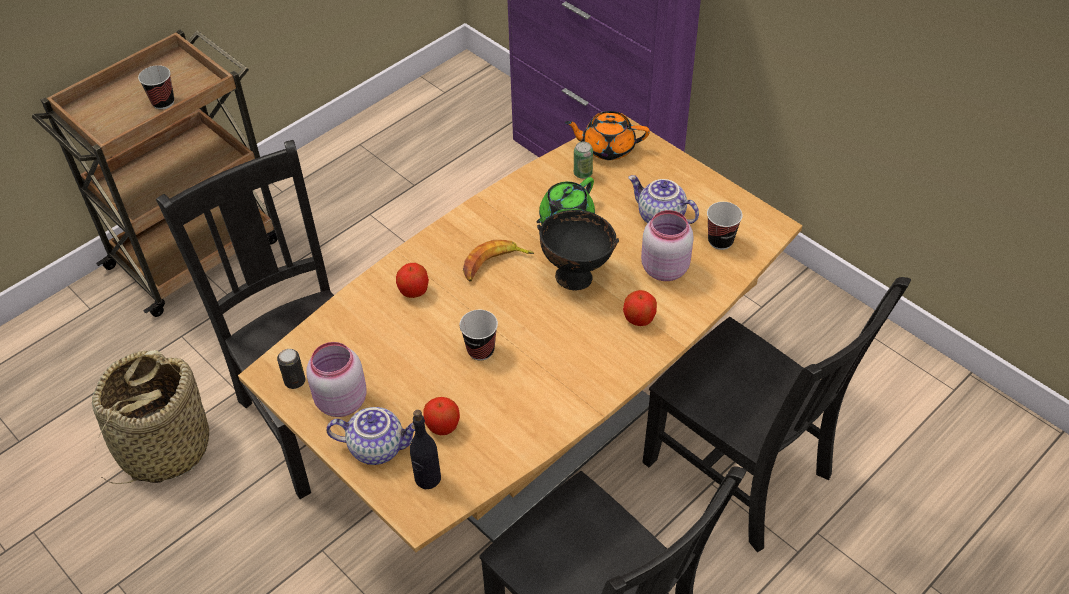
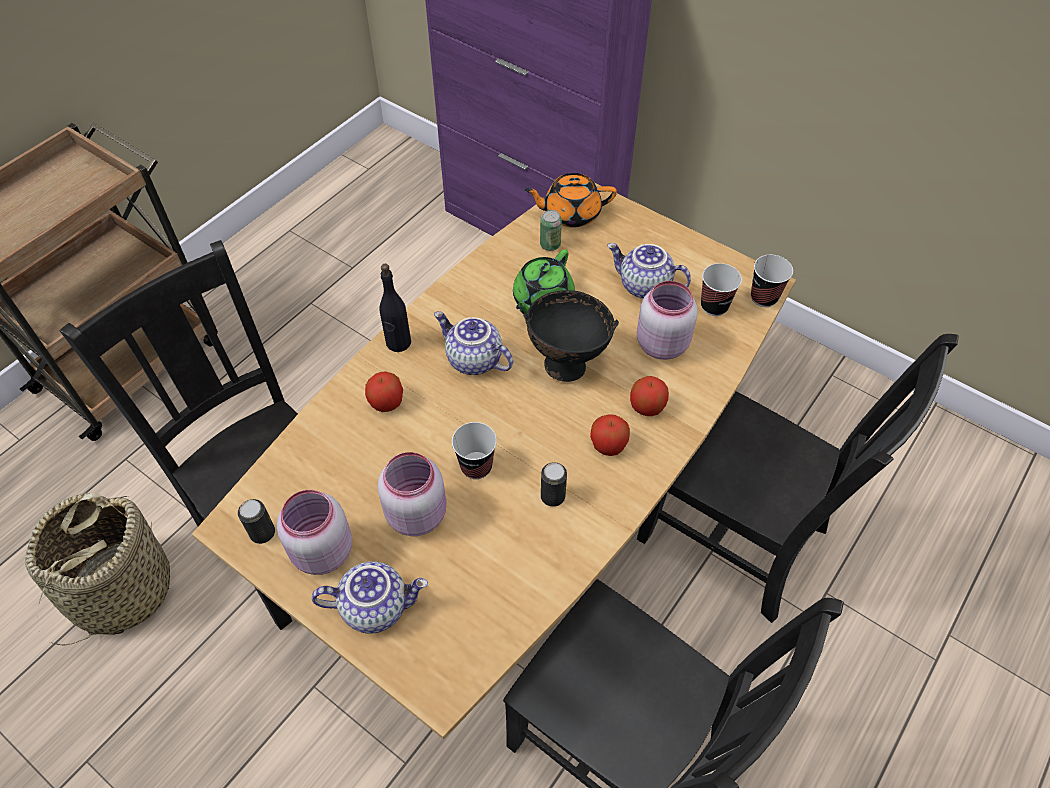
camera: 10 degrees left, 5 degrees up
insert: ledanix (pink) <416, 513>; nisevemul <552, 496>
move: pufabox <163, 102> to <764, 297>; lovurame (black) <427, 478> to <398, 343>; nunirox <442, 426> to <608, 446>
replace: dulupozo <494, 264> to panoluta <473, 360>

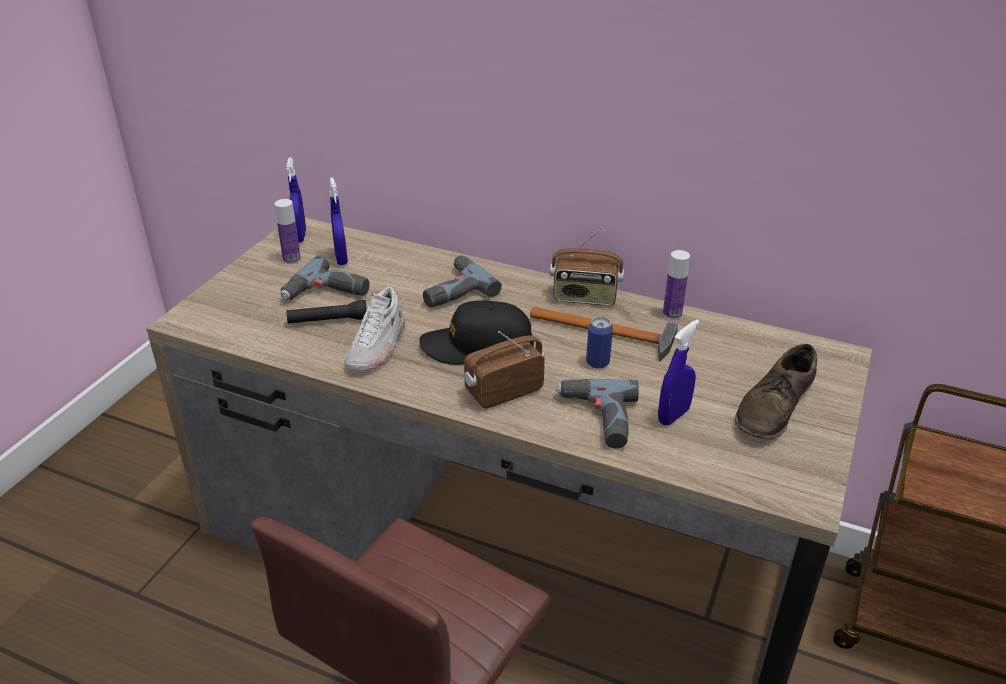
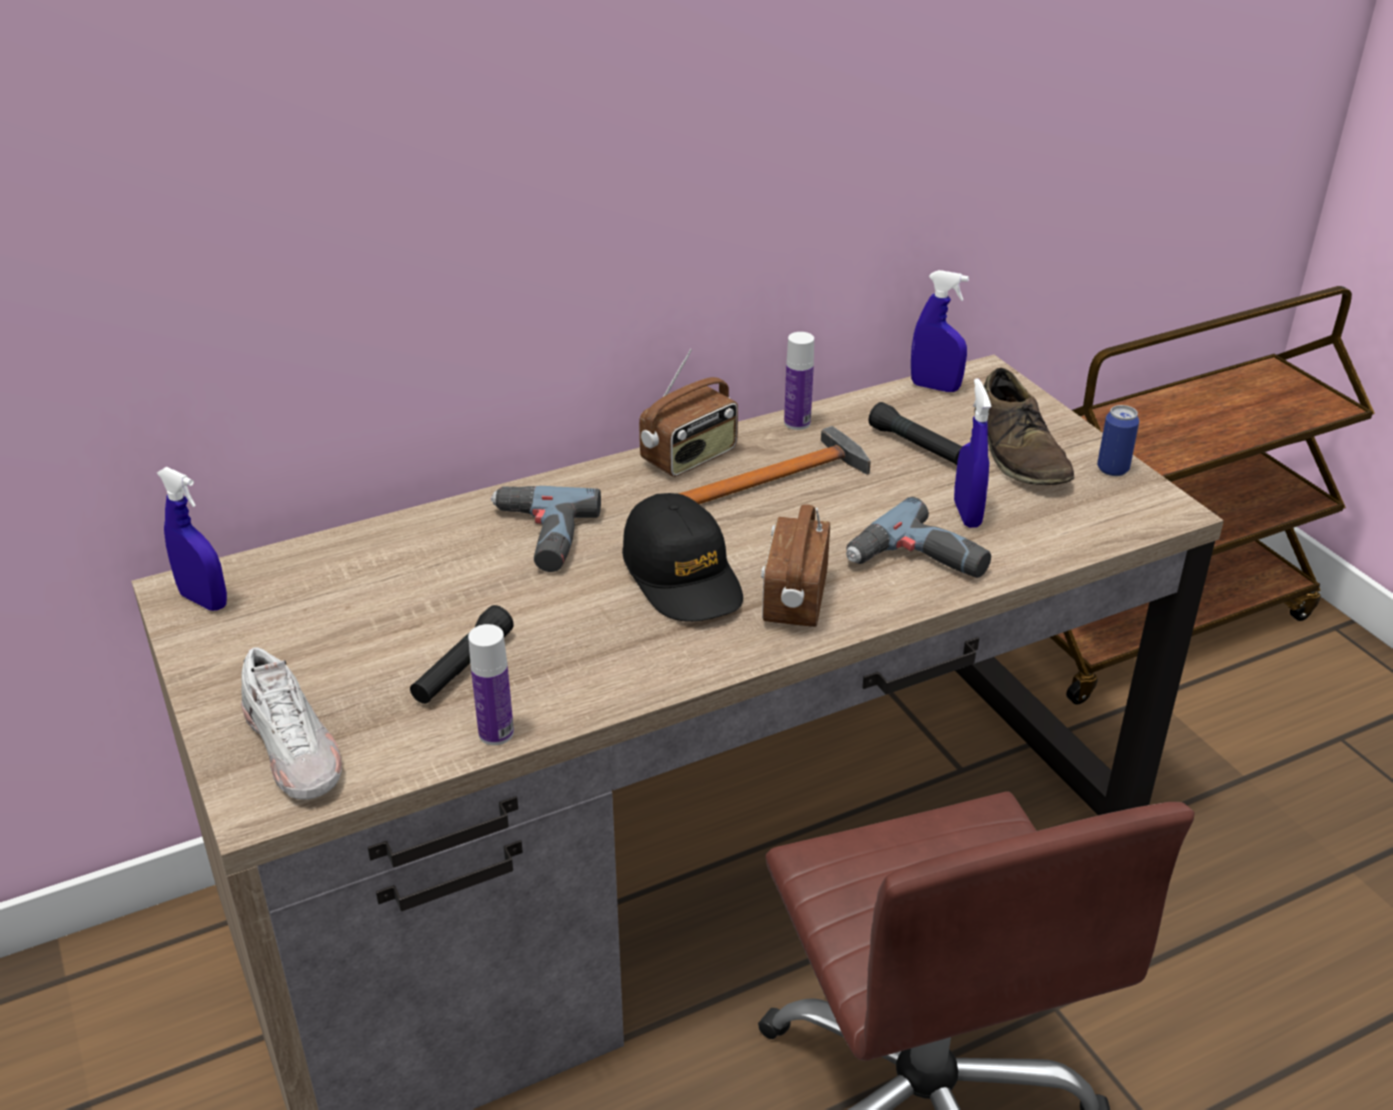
camera: 50 degrees left, 0 degrees up
delete: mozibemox <327, 293>
insert: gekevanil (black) <917, 446>
move: lovurame <291, 259> to <496, 733>; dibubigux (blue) <341, 258> to <935, 387>; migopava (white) <377, 348> to <294, 750>; nisevemul <597, 362> to <1112, 469>
rotate: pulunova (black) <477, 346> = <683, 576> 60 degrees counterclockwise

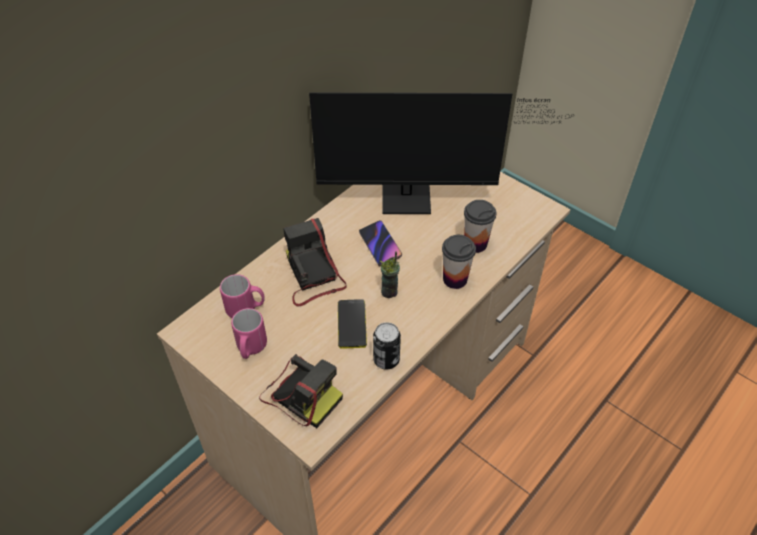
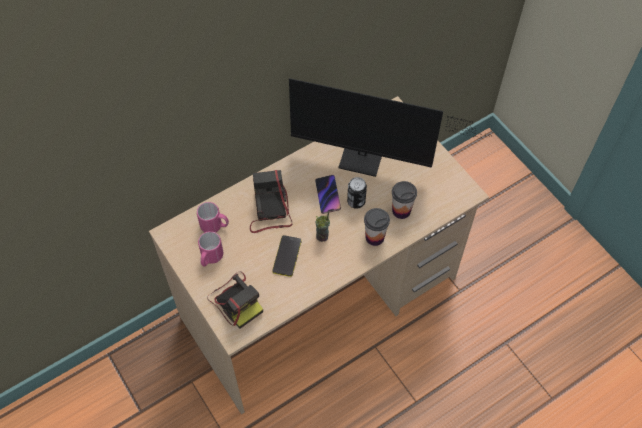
camera: 15 degrees right, 10 degrees up
move: nisevemul <386, 360> to <356, 201>

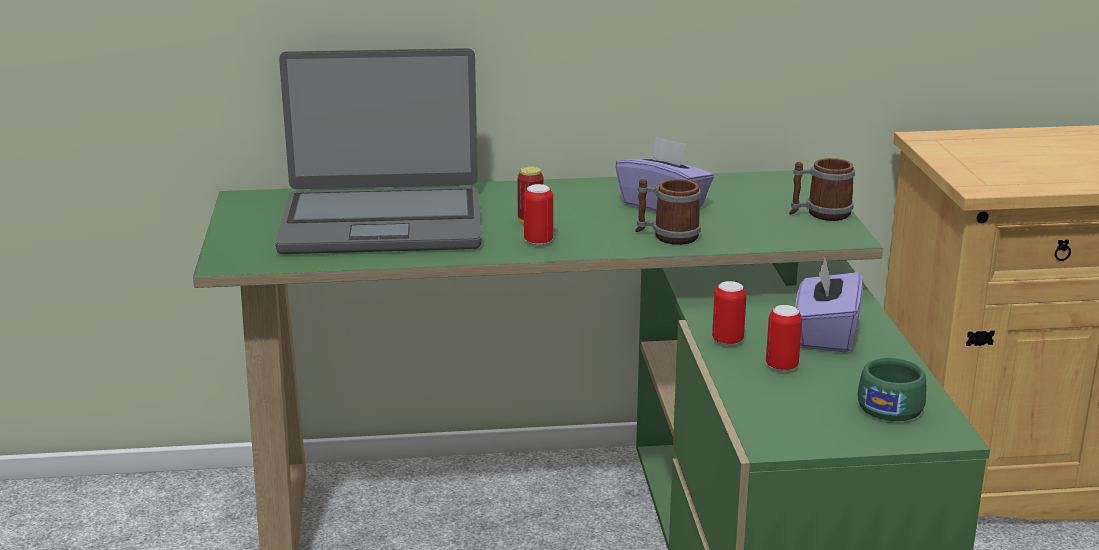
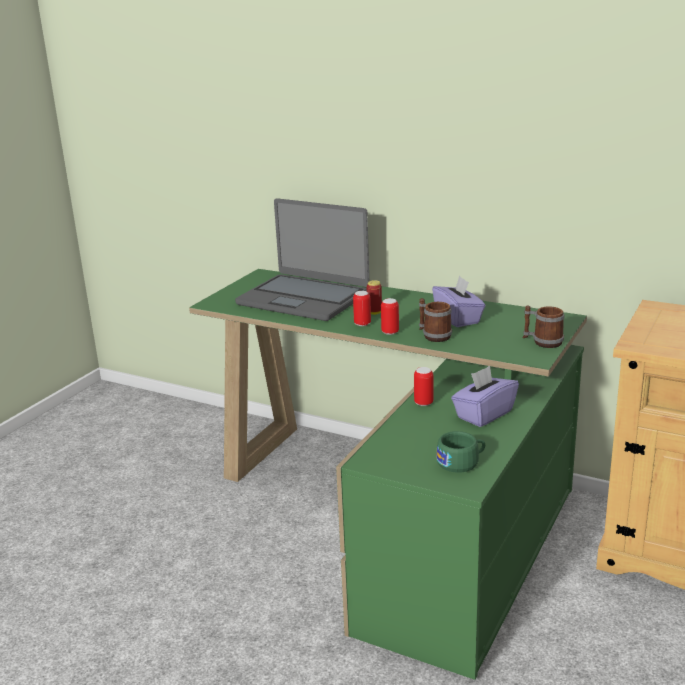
camera: 35 degrees right, 0 degrees up
move: nisevemul <781, 366> to <390, 332>

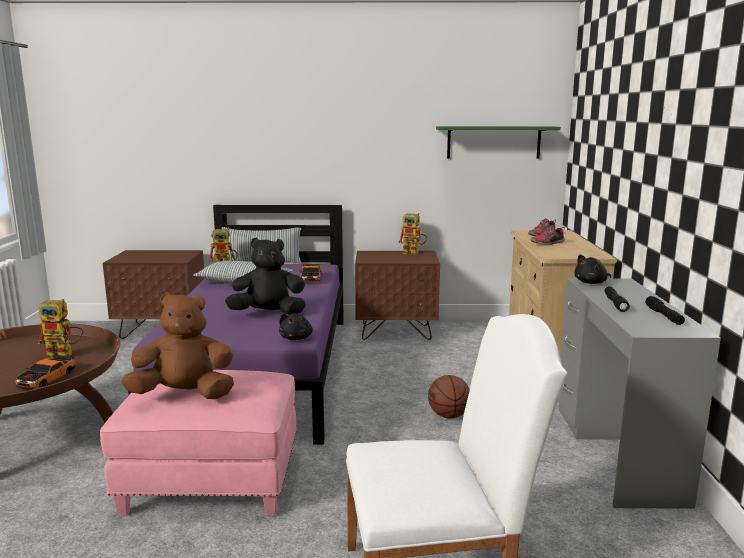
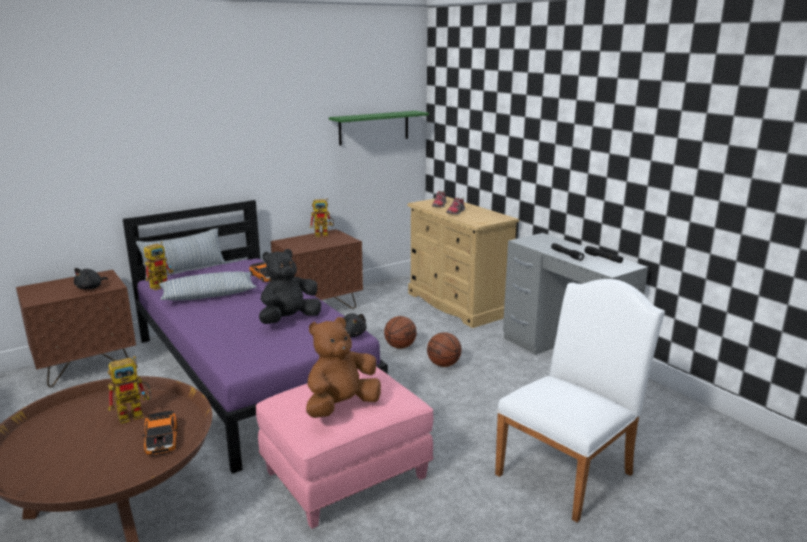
camera: 35 degrees left, 5 degrees up
insert: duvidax <400, 346>
move: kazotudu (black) <591, 283> to <91, 288>

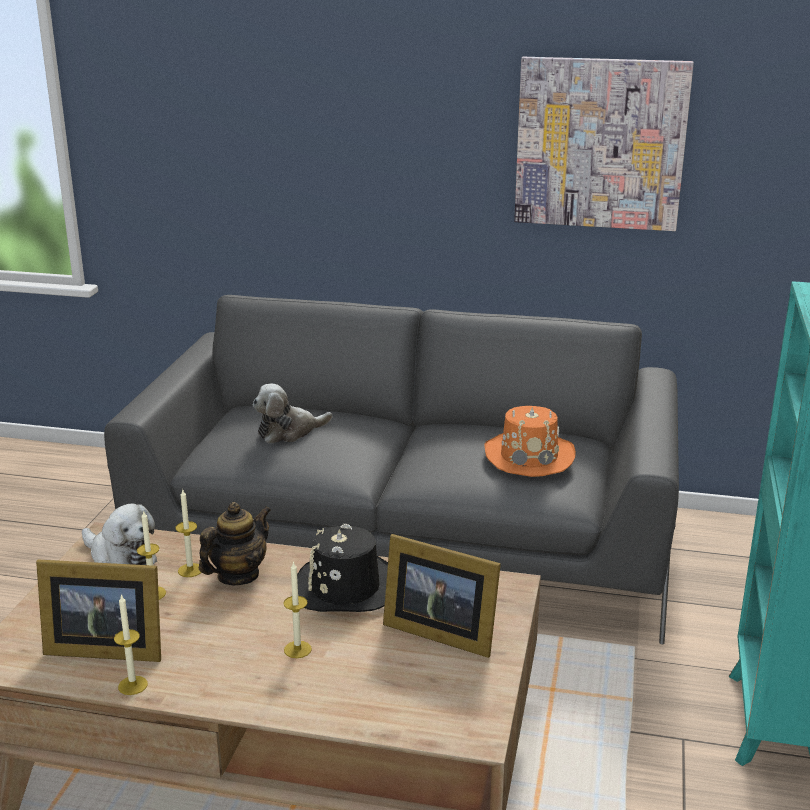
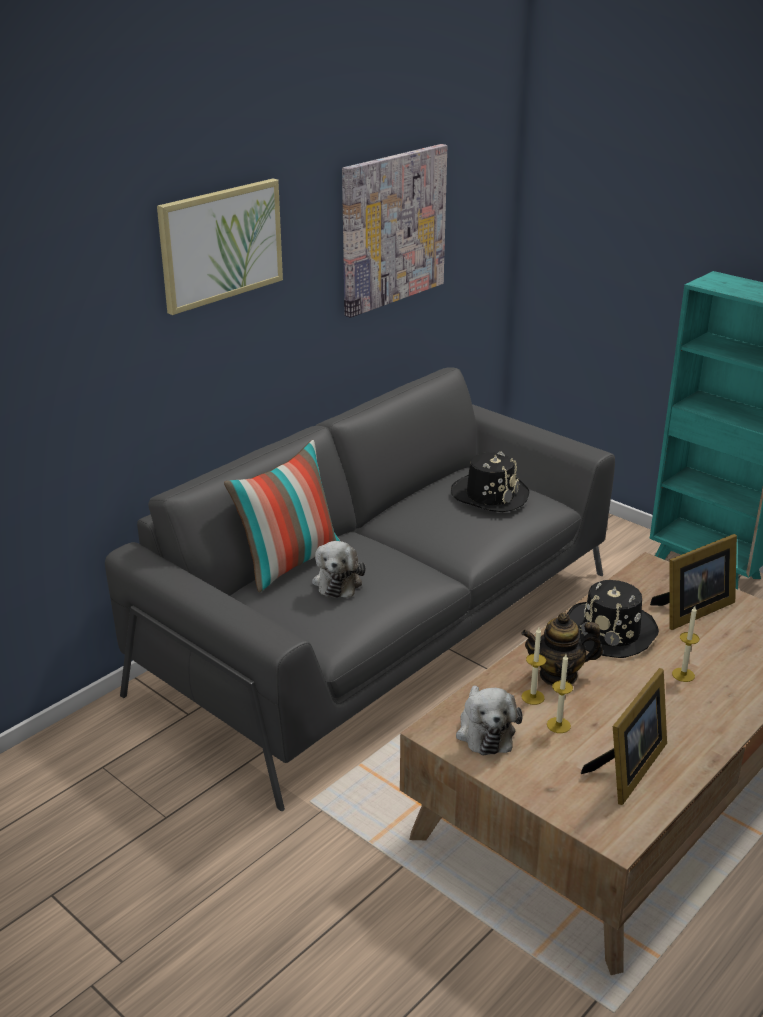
camera: 60 degrees left, 5 degrees up
delete: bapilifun <133, 685>
insert: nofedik <221, 244>; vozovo <289, 563>
recolor: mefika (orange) <529, 456> to mefika (black) <489, 495>
rotate: kazotudu <120, 558> = <484, 731> 105 degrees clockwise; panoluta <238, 575> = <558, 675> 75 degrees counterclockwise

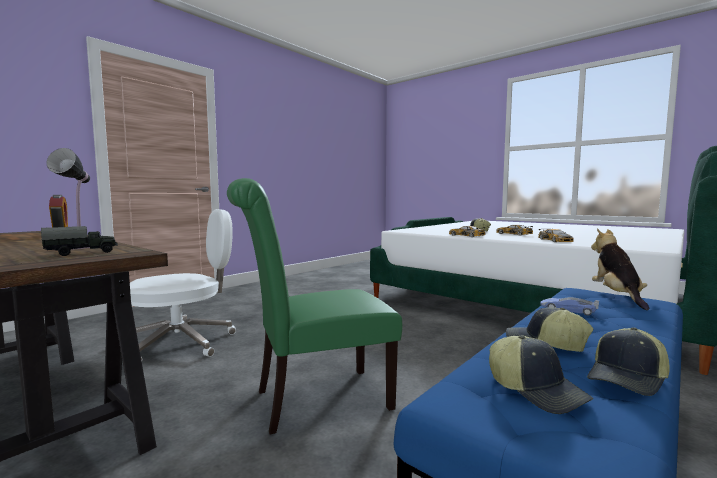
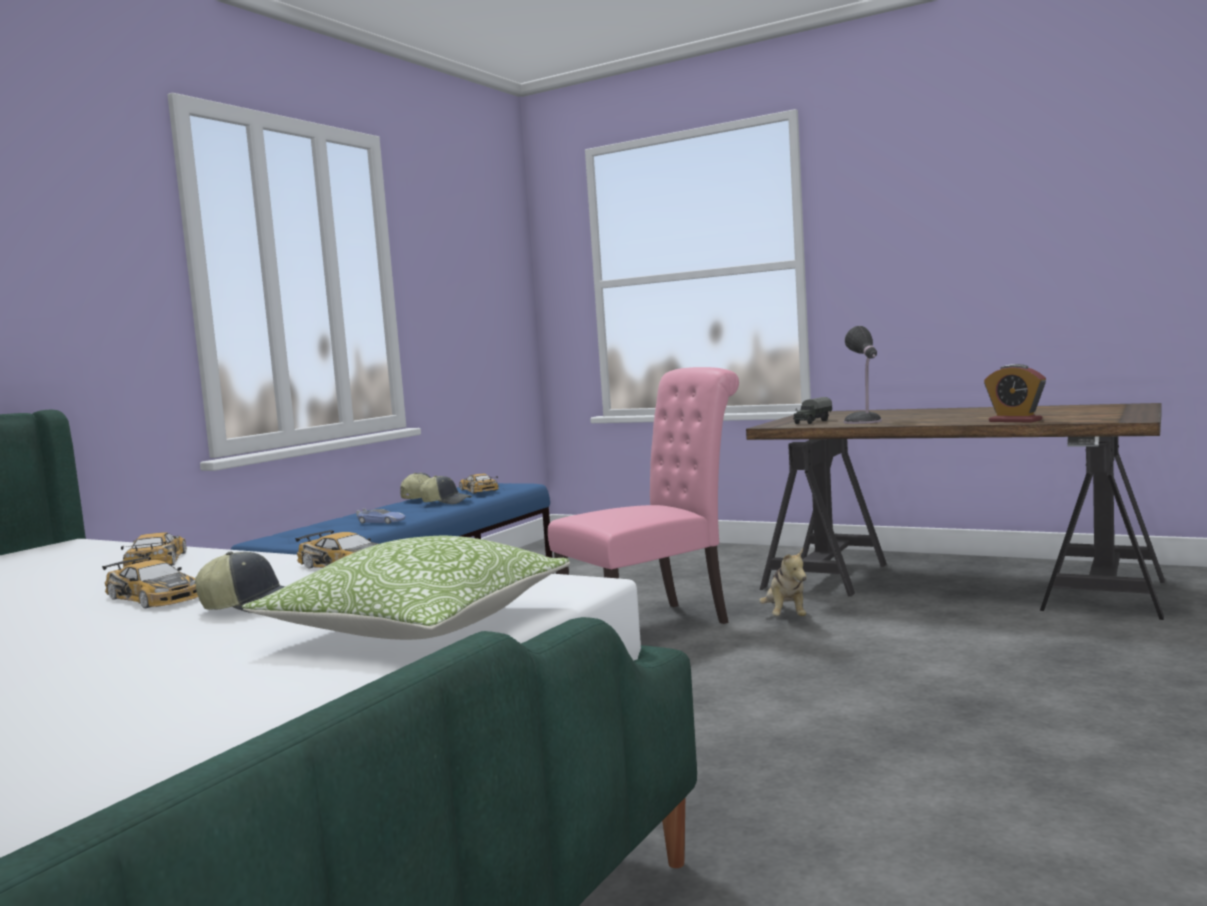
camera: 170 degrees right, 0 degrees up
delete: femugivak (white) <183, 343>
insert: vozovo <418, 626>
move: kazotudu <617, 296> to <785, 617>
replace: pulunova <536, 390> to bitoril <478, 490>
recolor: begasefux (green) <314, 400> to begasefux (pink) <655, 625>

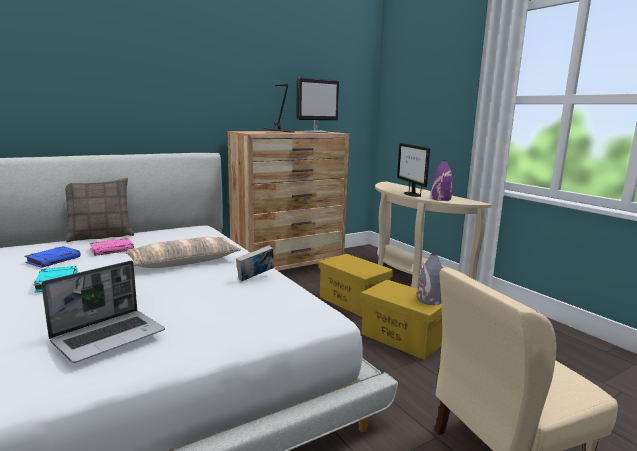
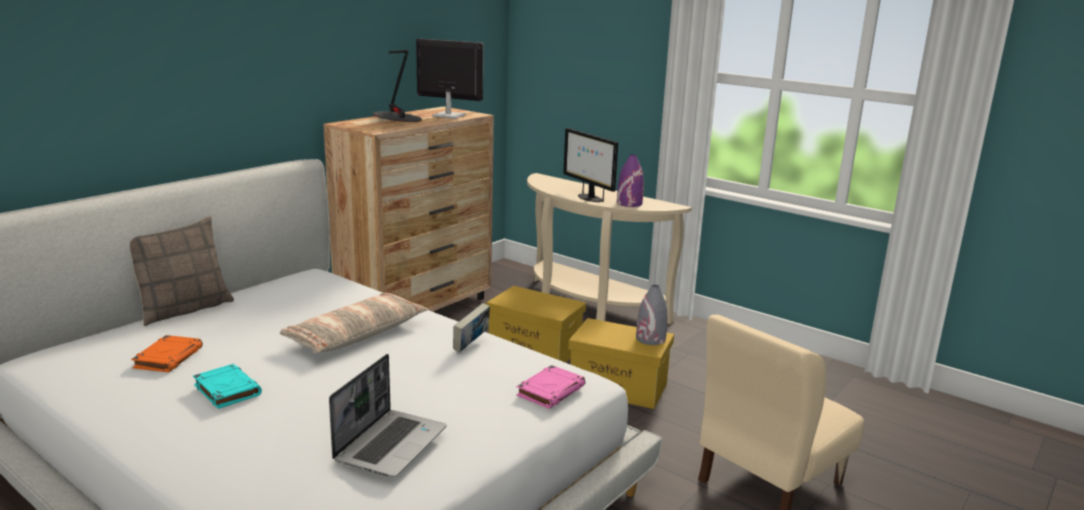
camera: 20 degrees left, 5 degrees up
move: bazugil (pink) <112, 250> to <551, 391>
recolor: bazugil (blue) <54, 260> to bazugil (orange) <168, 357>
rotate: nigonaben <316, 132> = <448, 116> 105 degrees counterclockwise

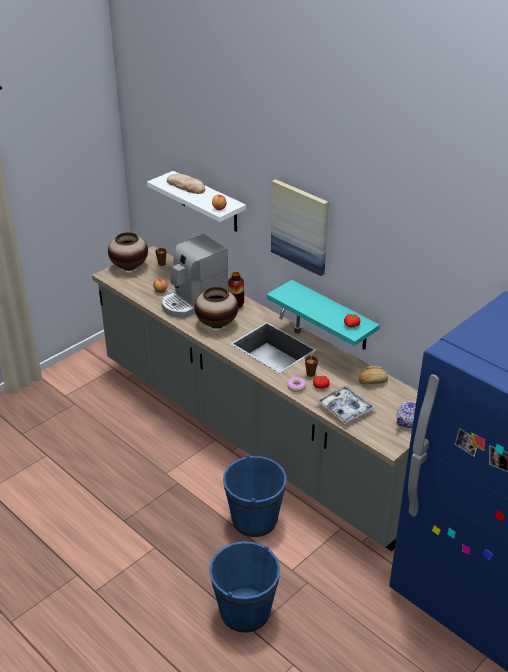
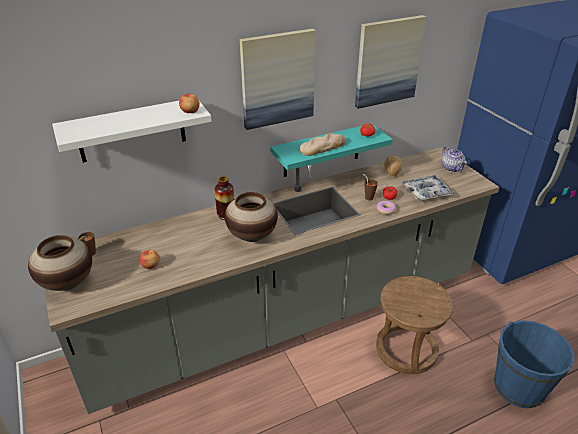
camera: 70 degrees left, 0 degrees up
delete: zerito <193, 302>
insert: nofedik <388, 61>
move: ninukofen <186, 186> to <323, 147>
replace: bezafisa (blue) <254, 519> to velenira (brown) <406, 349>

